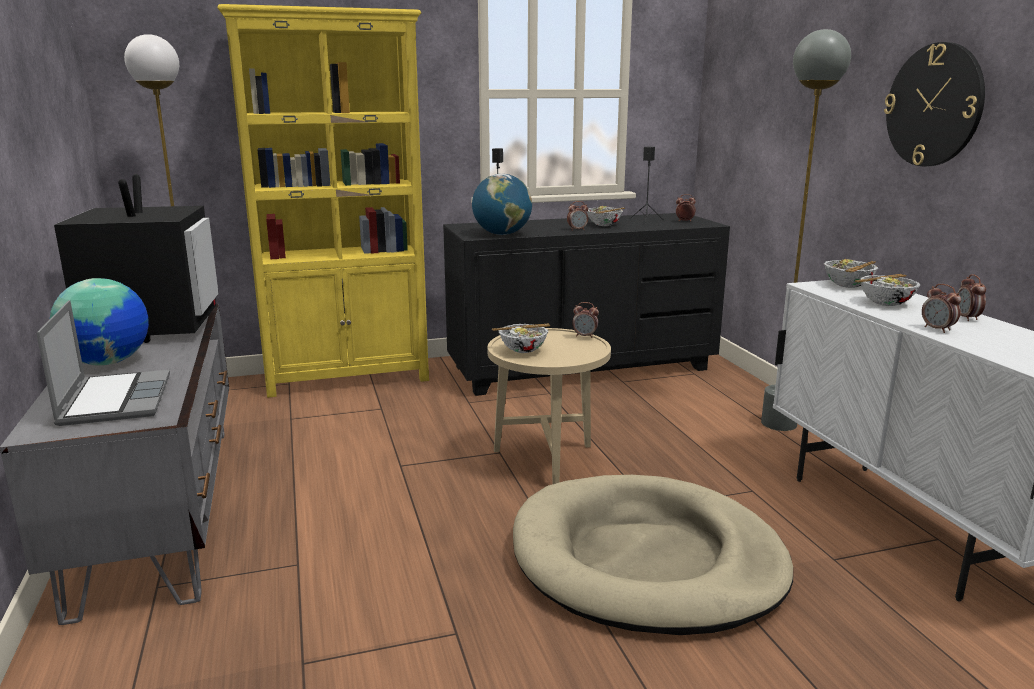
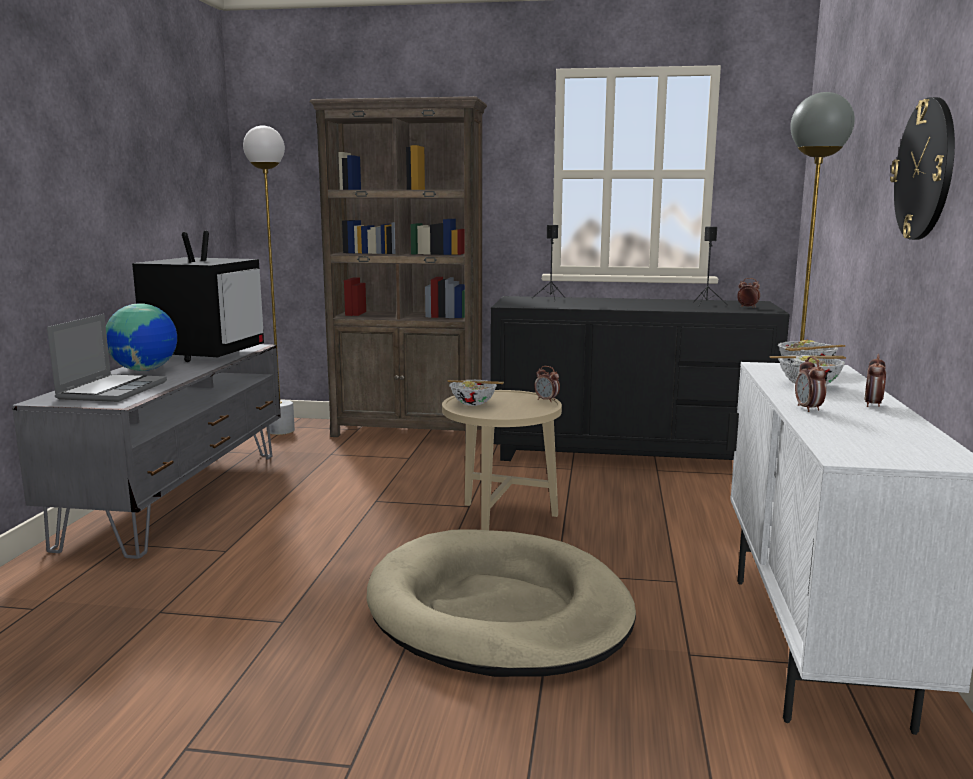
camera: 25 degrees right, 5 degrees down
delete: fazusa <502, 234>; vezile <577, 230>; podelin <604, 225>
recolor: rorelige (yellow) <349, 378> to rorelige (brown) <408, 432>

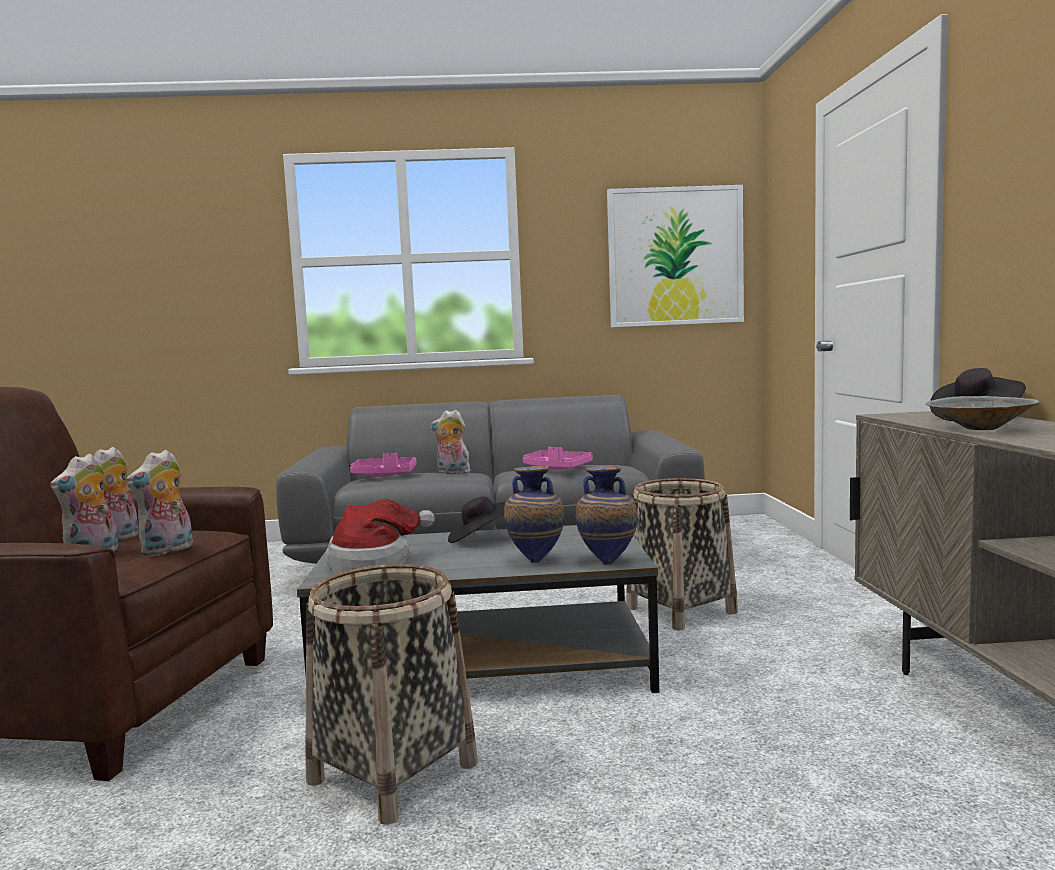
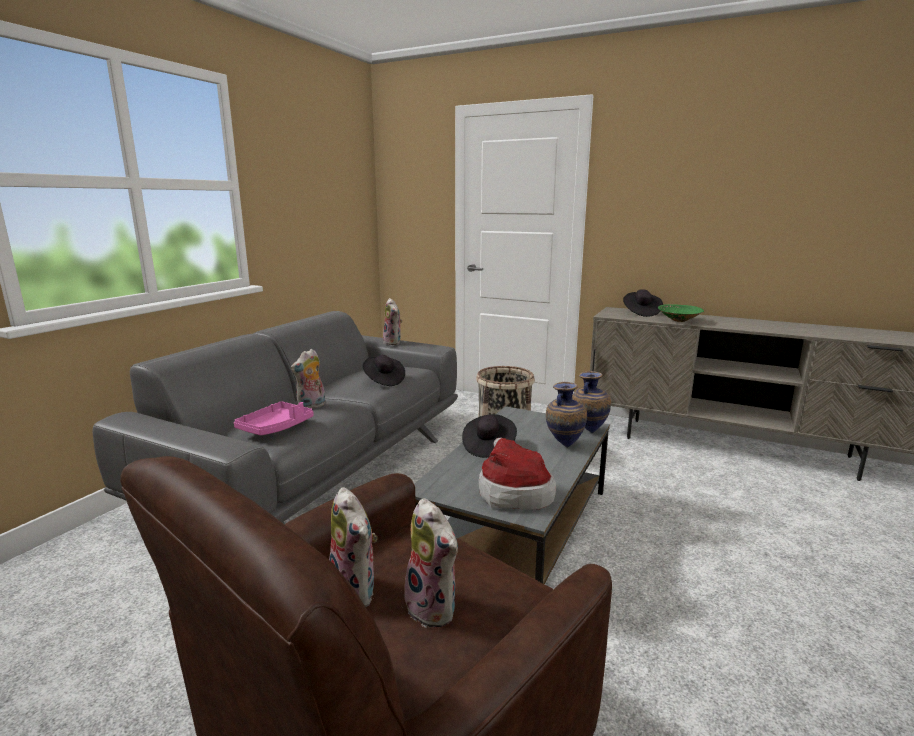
camera: 60 degrees left, 10 degrees up
delete: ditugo <393, 772>; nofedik <675, 257>
move: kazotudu <167, 551> to <393, 342>
replace: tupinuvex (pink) <556, 468> to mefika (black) <383, 380>
recolor: podelin (grey) <978, 429> to podelin (green) <679, 321>

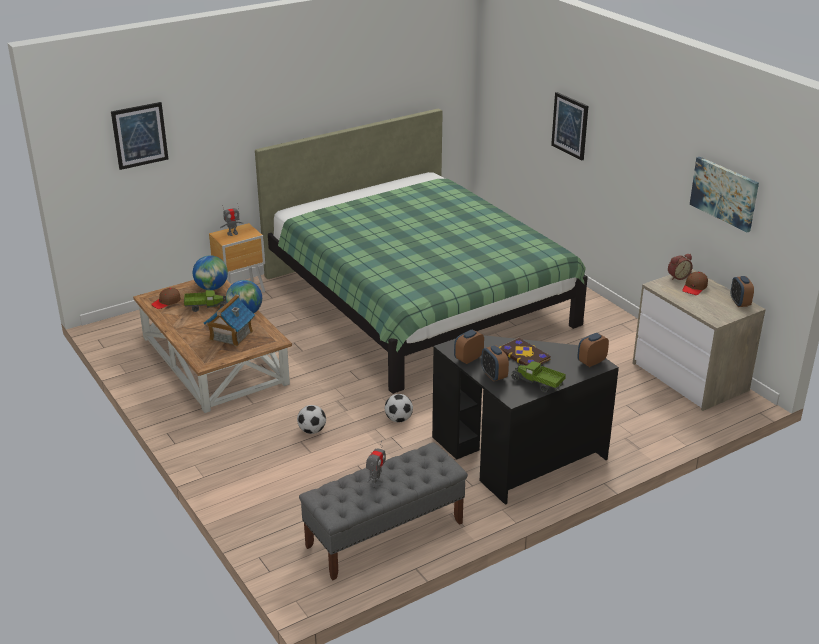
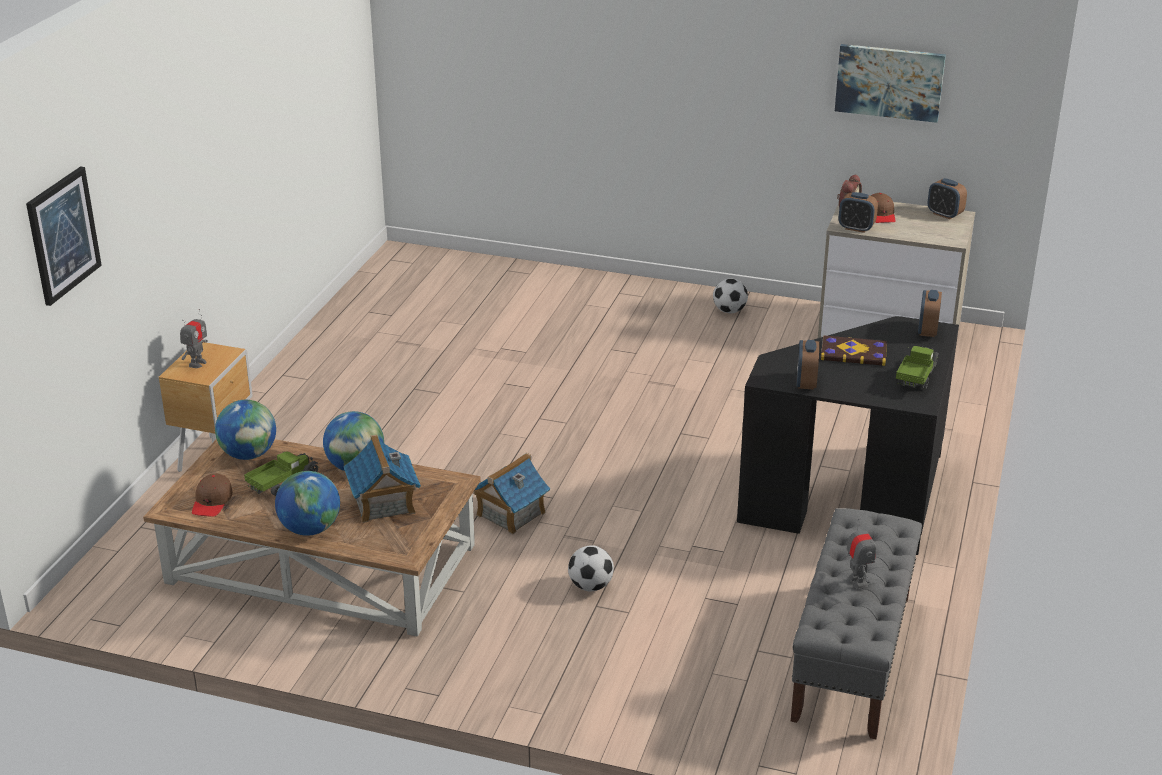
camera: 40 degrees left, 0 degrees up
delete: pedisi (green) <417, 301>; nofedik <570, 125>
insert: fazusa <310, 529>; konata <510, 514>
move: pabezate <399, 419> to <729, 311>; vezile <494, 375> to <856, 228>
rotate: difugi <537, 383> = <916, 377> 120 degrees clockwise

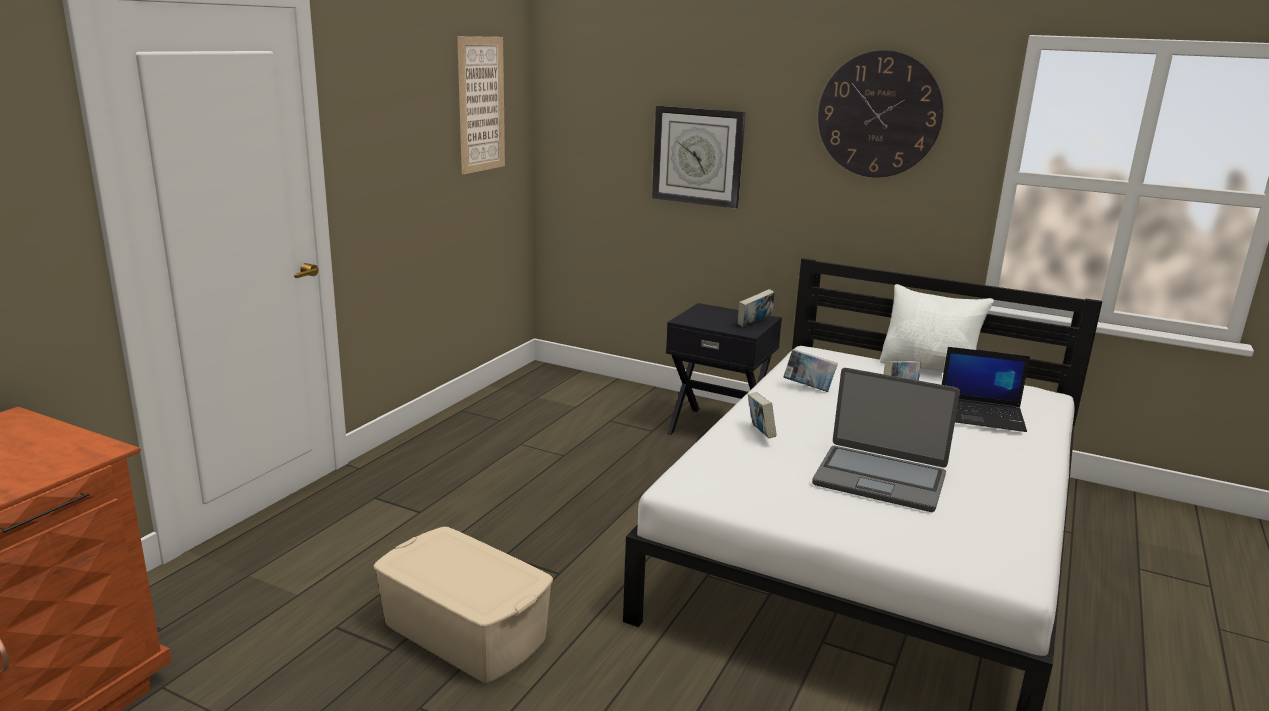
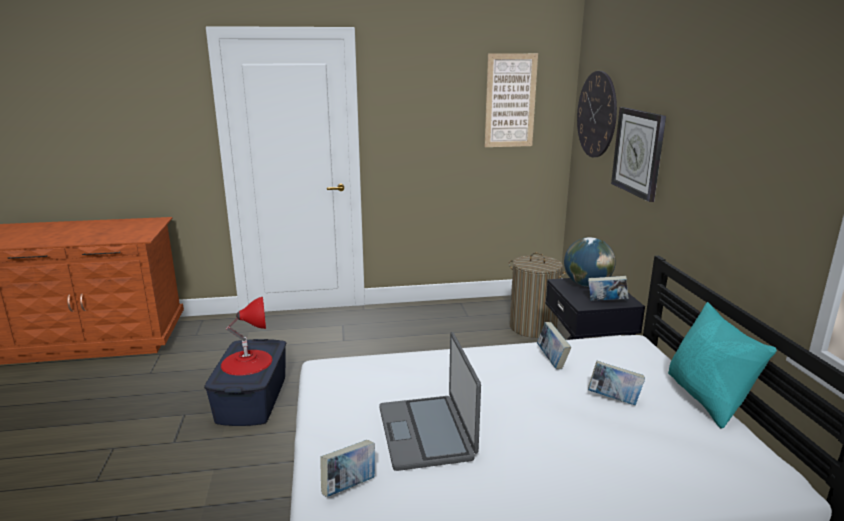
camera: 55 degrees right, 0 degrees up
delete: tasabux <982, 415>
insert: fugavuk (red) <247, 362>; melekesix <533, 327>; fazusa <586, 284>
move: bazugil <760, 434> to <349, 486>; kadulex <879, 114> to <596, 114>
recolor: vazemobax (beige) <464, 632> to vazemobax (blue) <251, 399>; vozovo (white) <928, 368> to vozovo (turquoise) <707, 399>

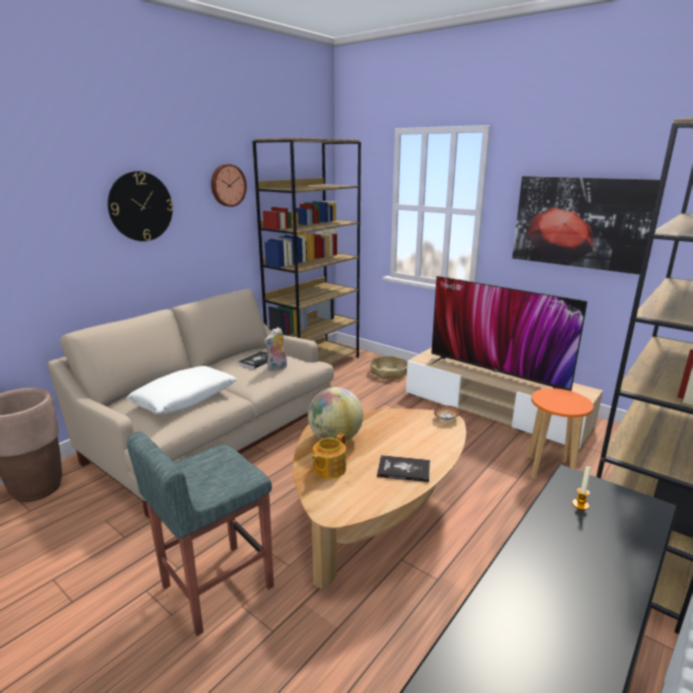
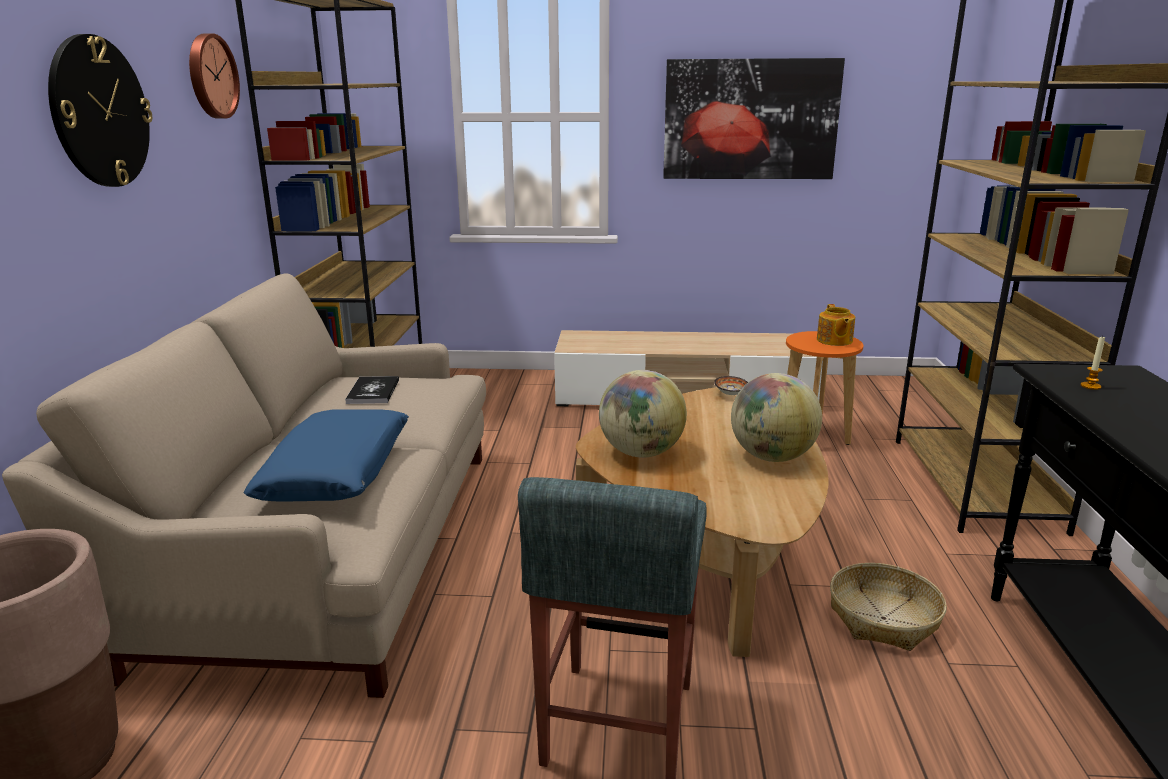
camera: 35 degrees left, 0 degrees up
delete: kazotudu <277, 368>; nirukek <496, 375>
move: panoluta <328, 469> to <834, 340>; ditugo <388, 372> to <883, 618>
replace: bazugil <403, 470> to fazusa <772, 457>
recolor: vozovo (white) <185, 399> to vozovo (blue) <337, 471>

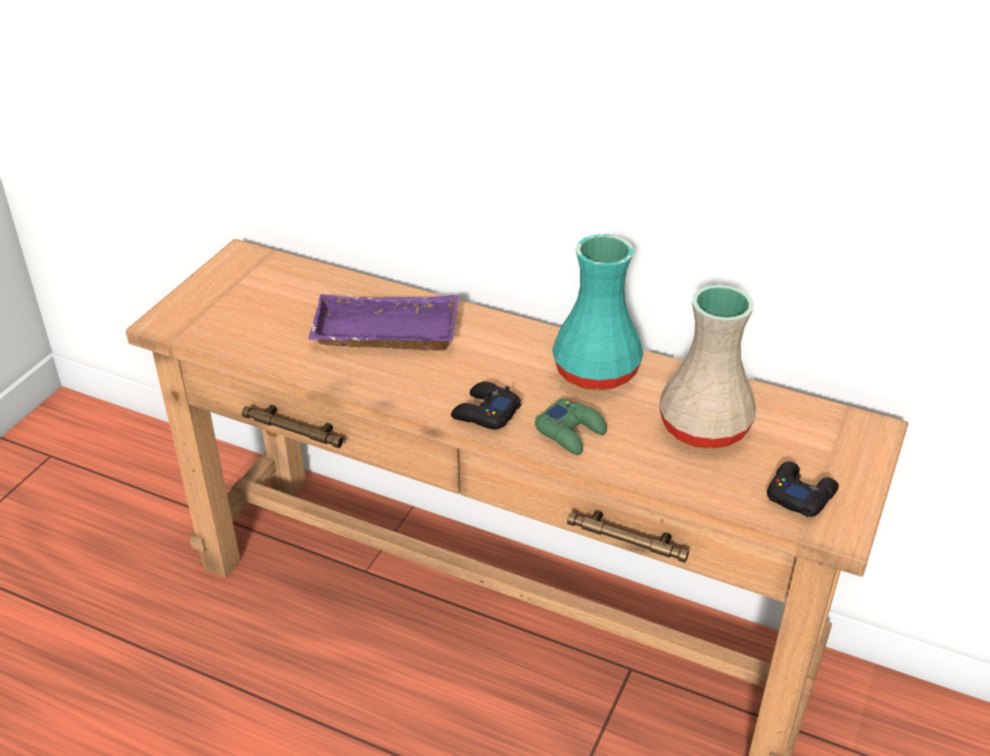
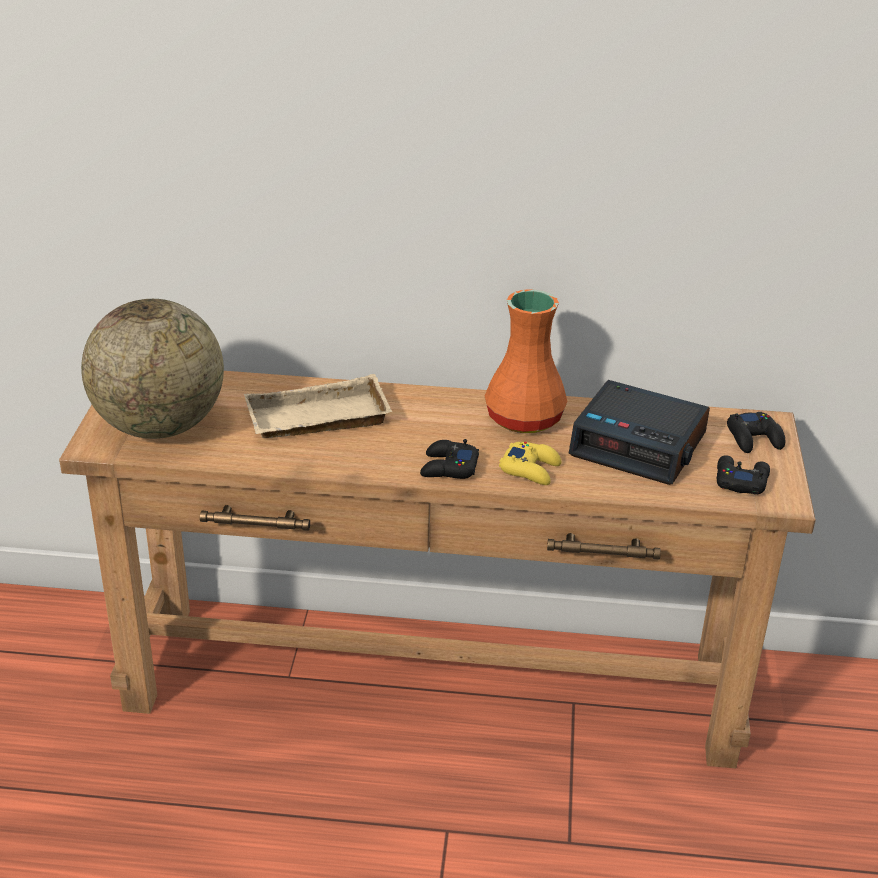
camera: 20 degrees left, 5 degrees down
insert: fazusa <159, 426>; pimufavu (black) <754, 438>
replace: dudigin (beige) <706, 427> to vezile <640, 445>
recolor: tupinuvex (purple) <383, 334> to tupinuvex (beige) <316, 421>; pimufavu (green) <571, 432> to pimufavu (yellow) <530, 469>; dudigin (turquoise) <598, 371> to dudigin (orange) <526, 418>

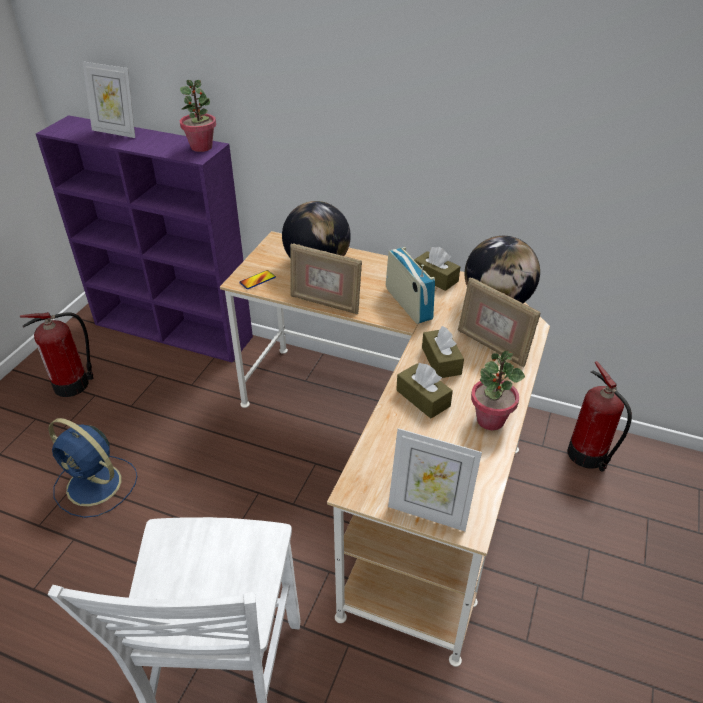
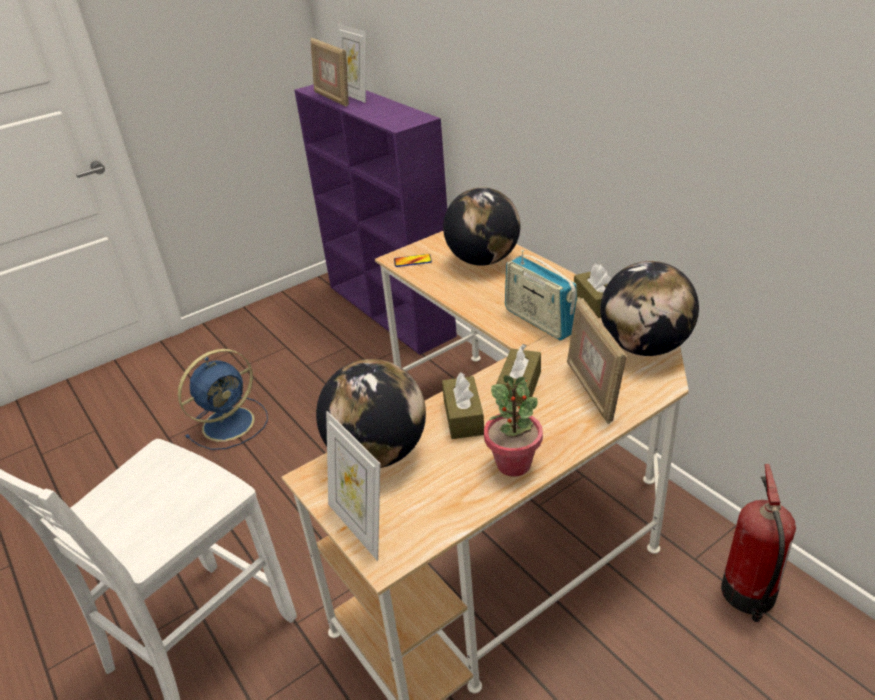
camera: 35 degrees right, 5 degrees down
delete: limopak <73, 384>; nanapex <201, 147>
insert: fazusa <378, 453>
move: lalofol <325, 303> to <333, 98>
rotate: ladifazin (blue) <96, 485> = <230, 423> 105 degrees counterclockwise; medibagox <408, 304> = <540, 321> 135 degrees clockwise

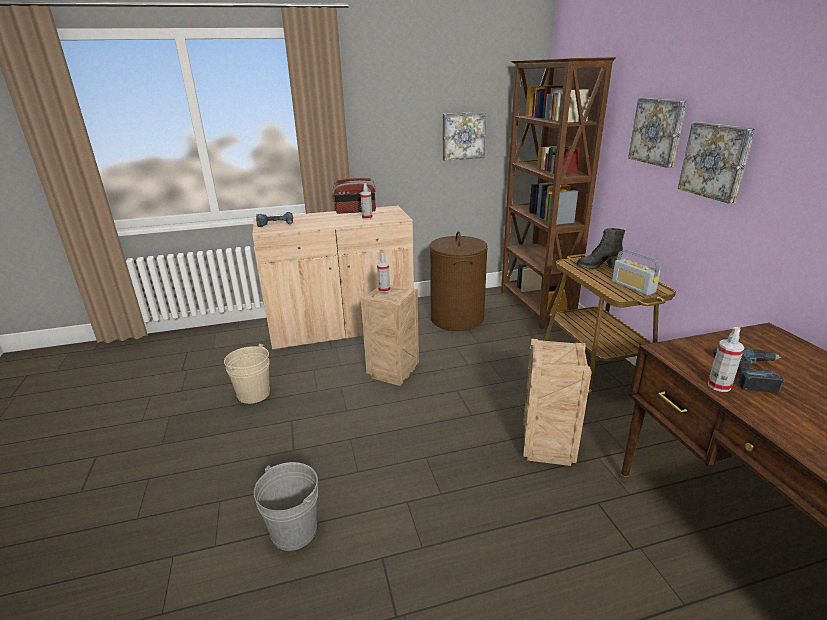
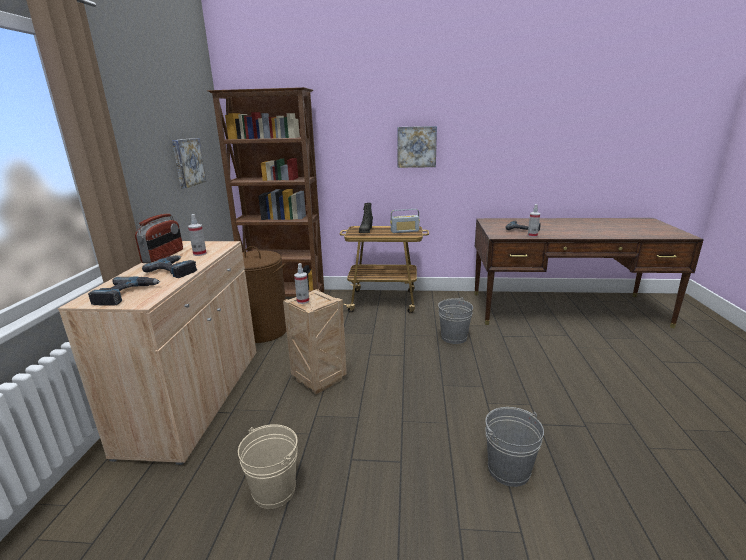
camera: 70 degrees left, 5 degrees down
delete: nofedik <658, 131>
insert: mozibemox <175, 270>
replace: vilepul <548, 449> to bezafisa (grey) <454, 337>

